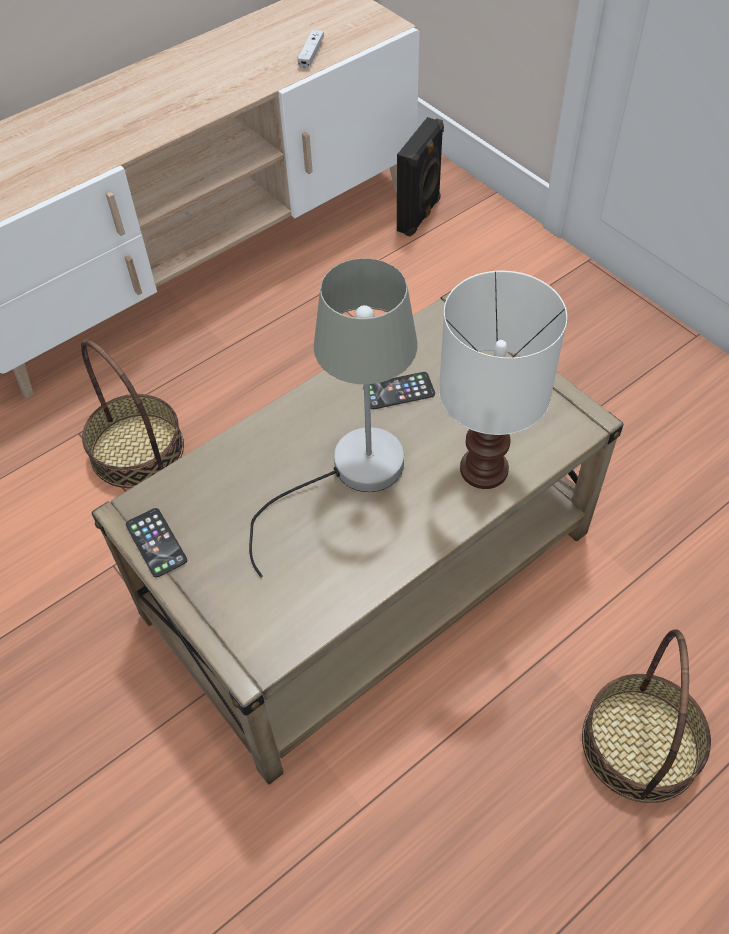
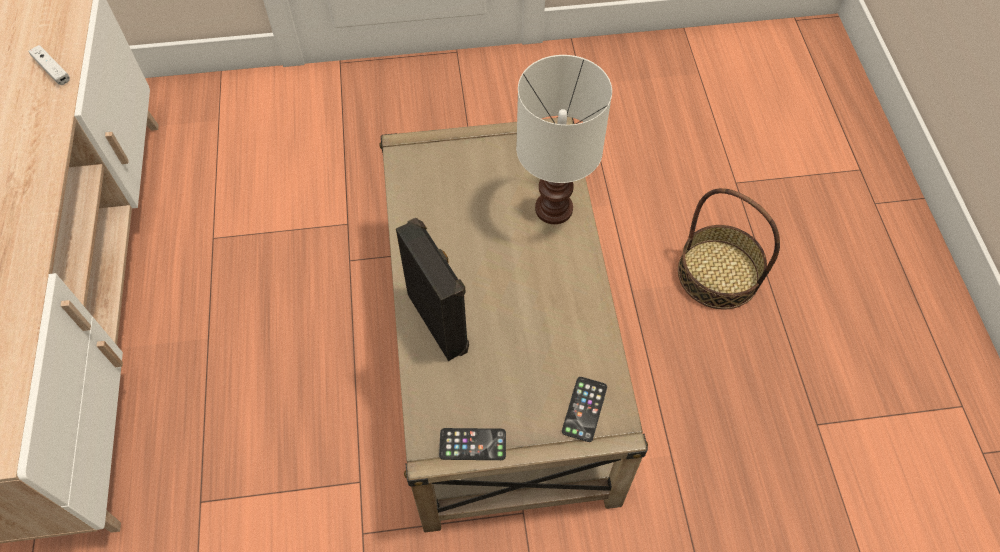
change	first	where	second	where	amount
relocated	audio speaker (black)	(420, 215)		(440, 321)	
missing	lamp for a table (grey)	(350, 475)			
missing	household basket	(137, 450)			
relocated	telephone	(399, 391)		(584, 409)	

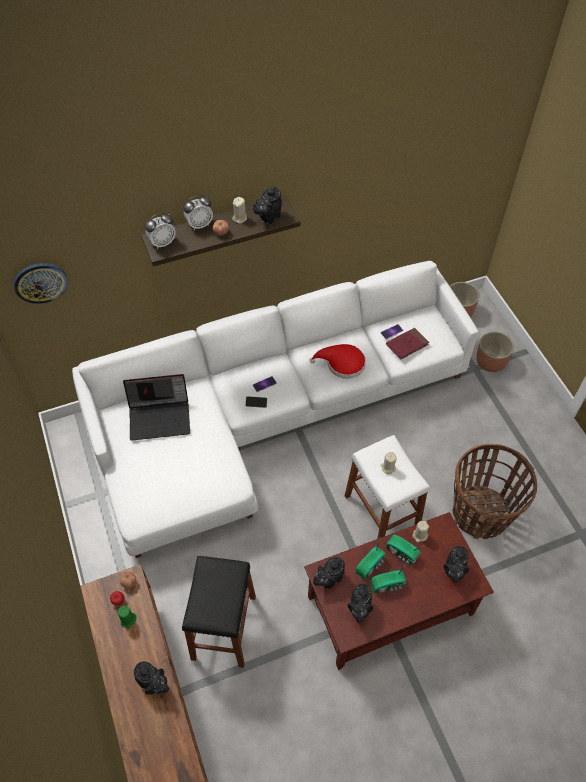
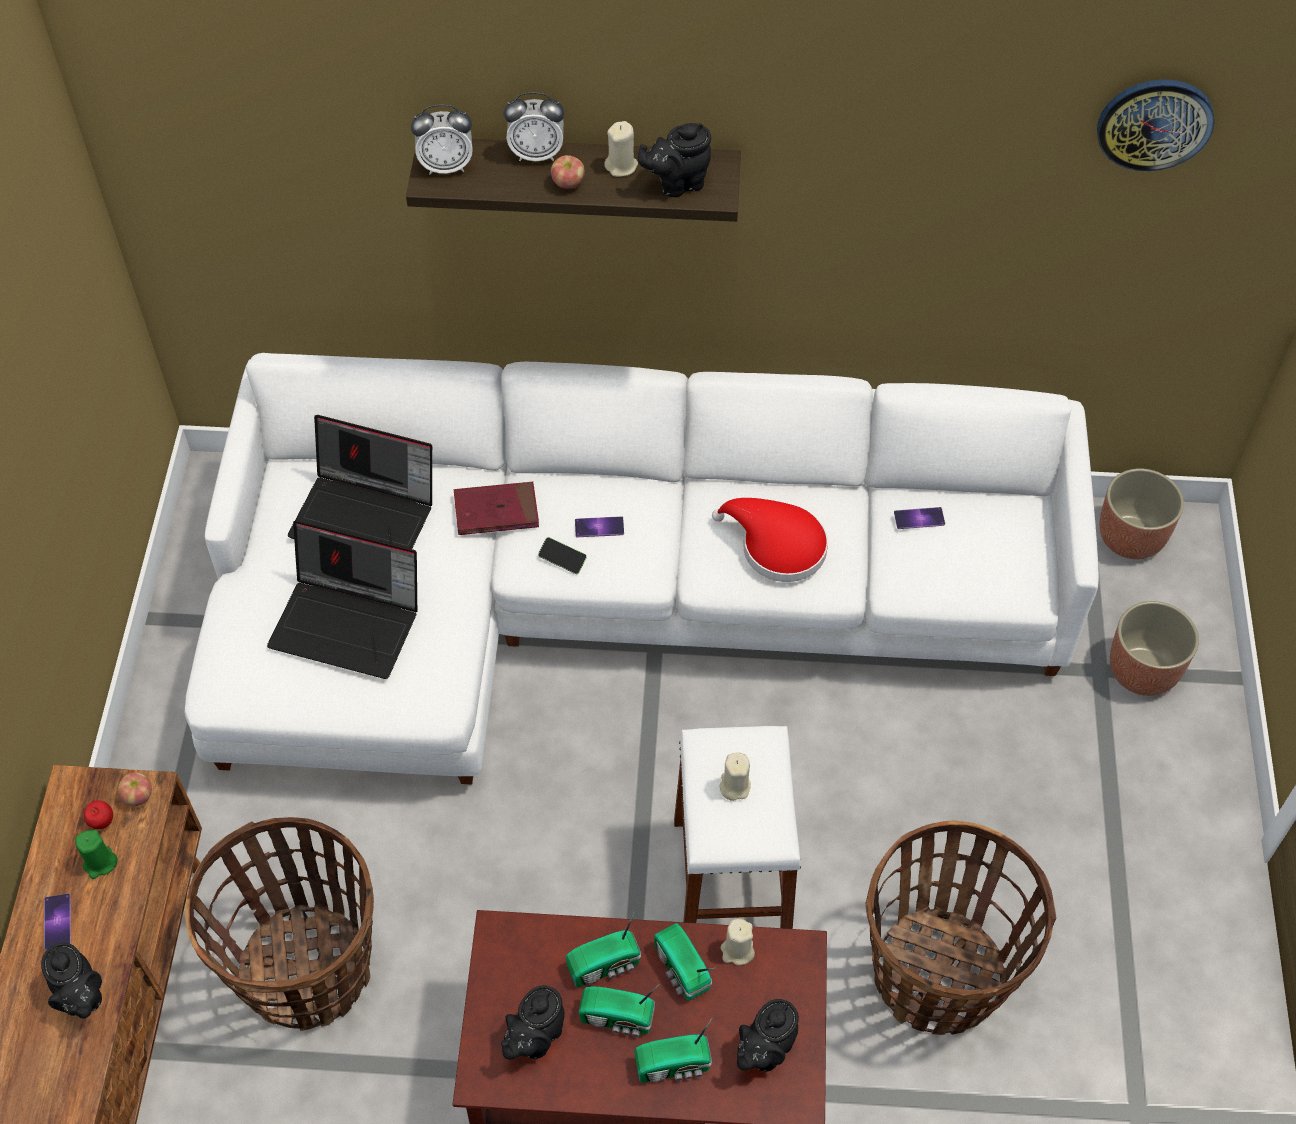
change	first	where	second	where	amount
relocated	wall clock	(40, 282)		(1154, 123)	
relocated	bound book (red)	(407, 345)		(496, 511)	
exchanged	sitting stool (black)	(224, 627)	household basket	(307, 969)	
missing	tea pot (black)	(329, 579)			
appeared			portable computer	(349, 622)	
appeared			telephone	(57, 921)	
appeared			radio	(675, 1065)	

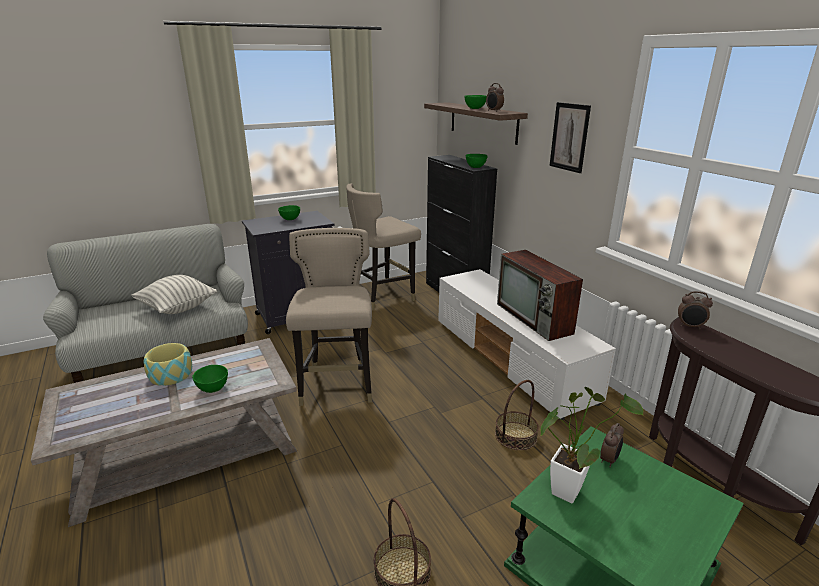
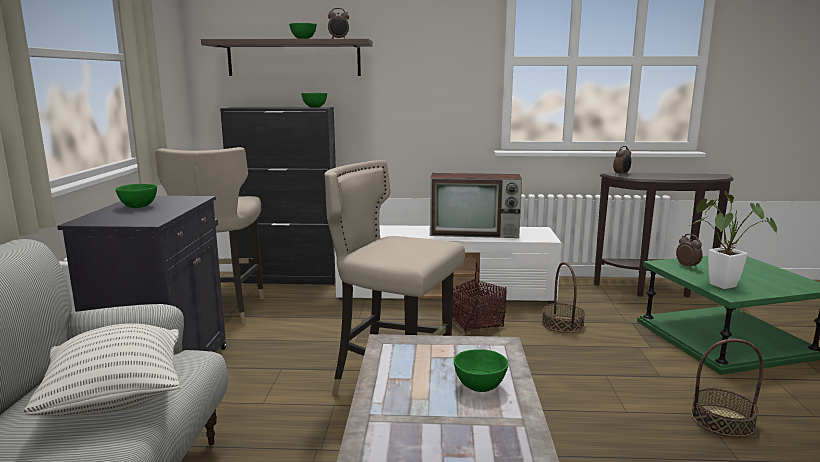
change	first	where	second	where	amount
missing	wall picture	(569, 137)			
missing	serving bowl	(170, 375)			
appeared			household basket	(475, 322)	

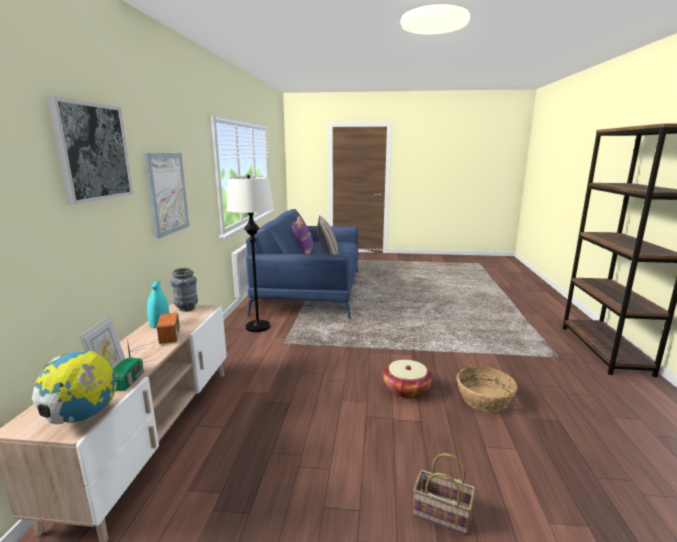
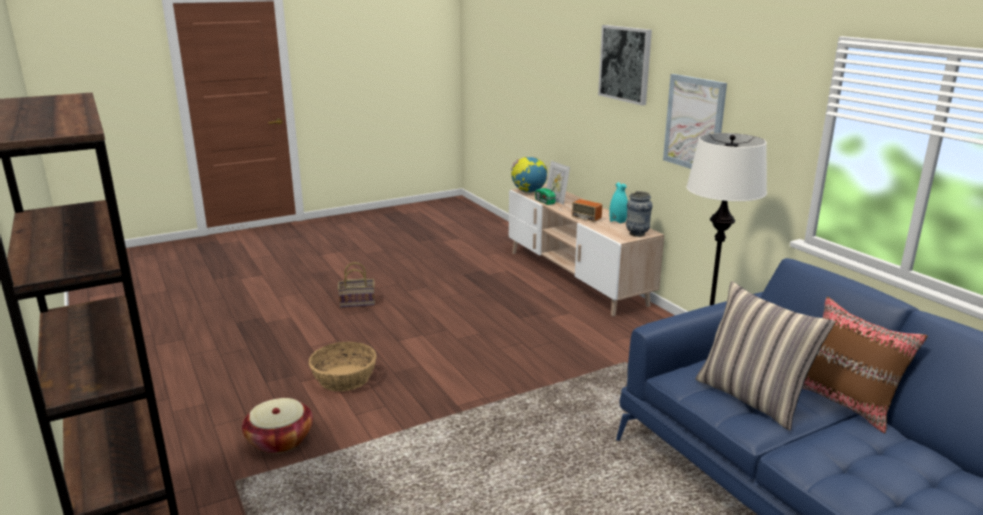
change	first	where	second	where	amount
colour	cushion (purplish)	(303, 253)	cushion (brownish)	(846, 403)	
relocated	household basket	(406, 389)		(280, 440)	

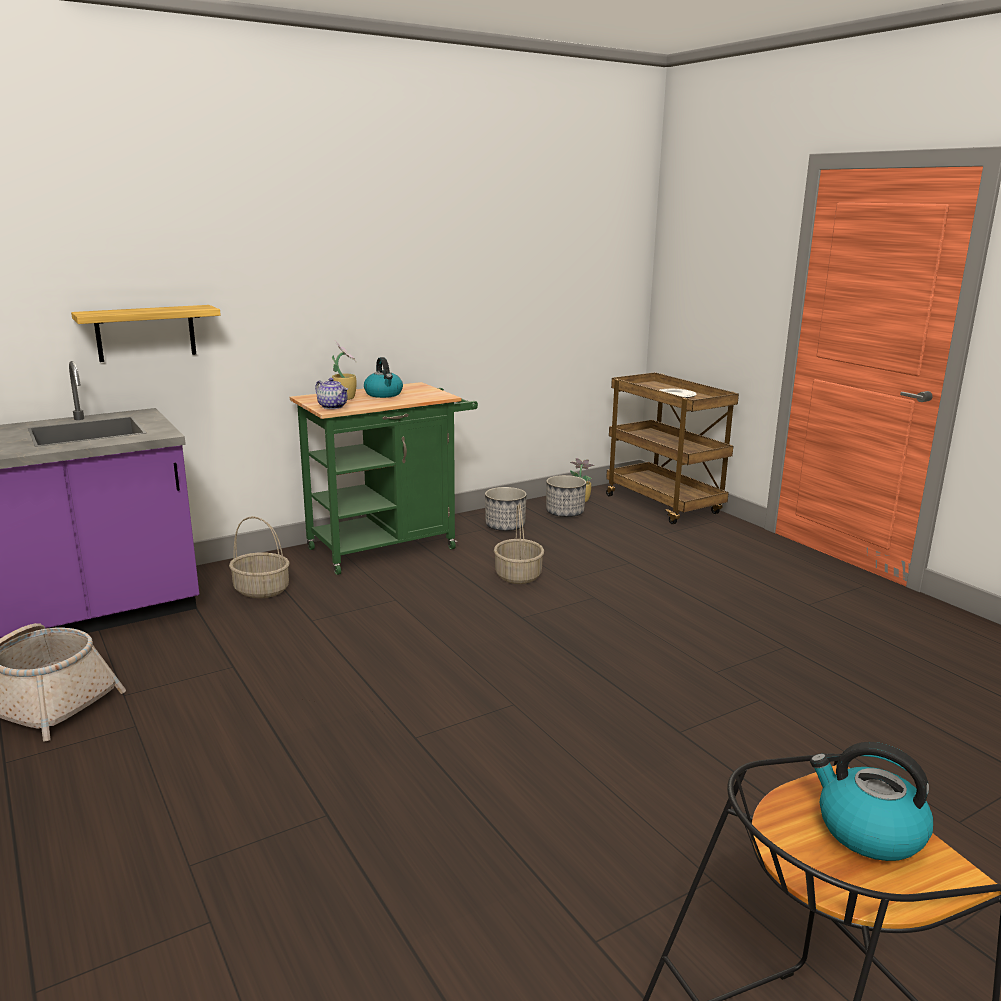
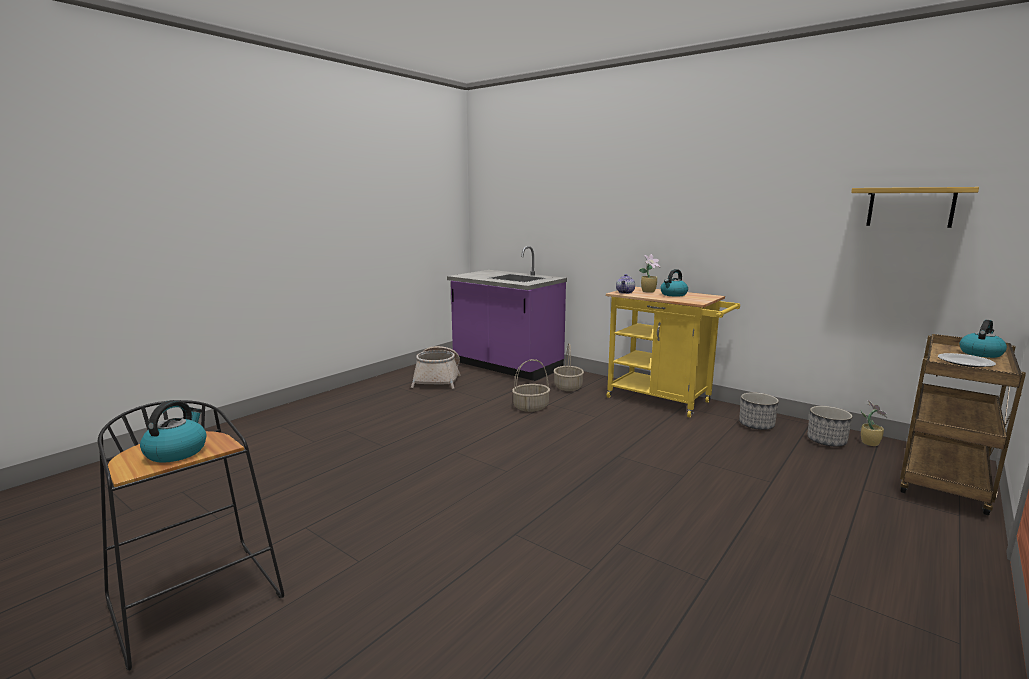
change	first	where	second	where	amount
relocated	bracket shelf	(146, 333)		(910, 207)	
colour	cart (green)	(390, 546)	cart (yellowish)	(664, 401)	
relocated	household basket	(519, 576)		(530, 407)	
appeared			tea kettle	(980, 353)	

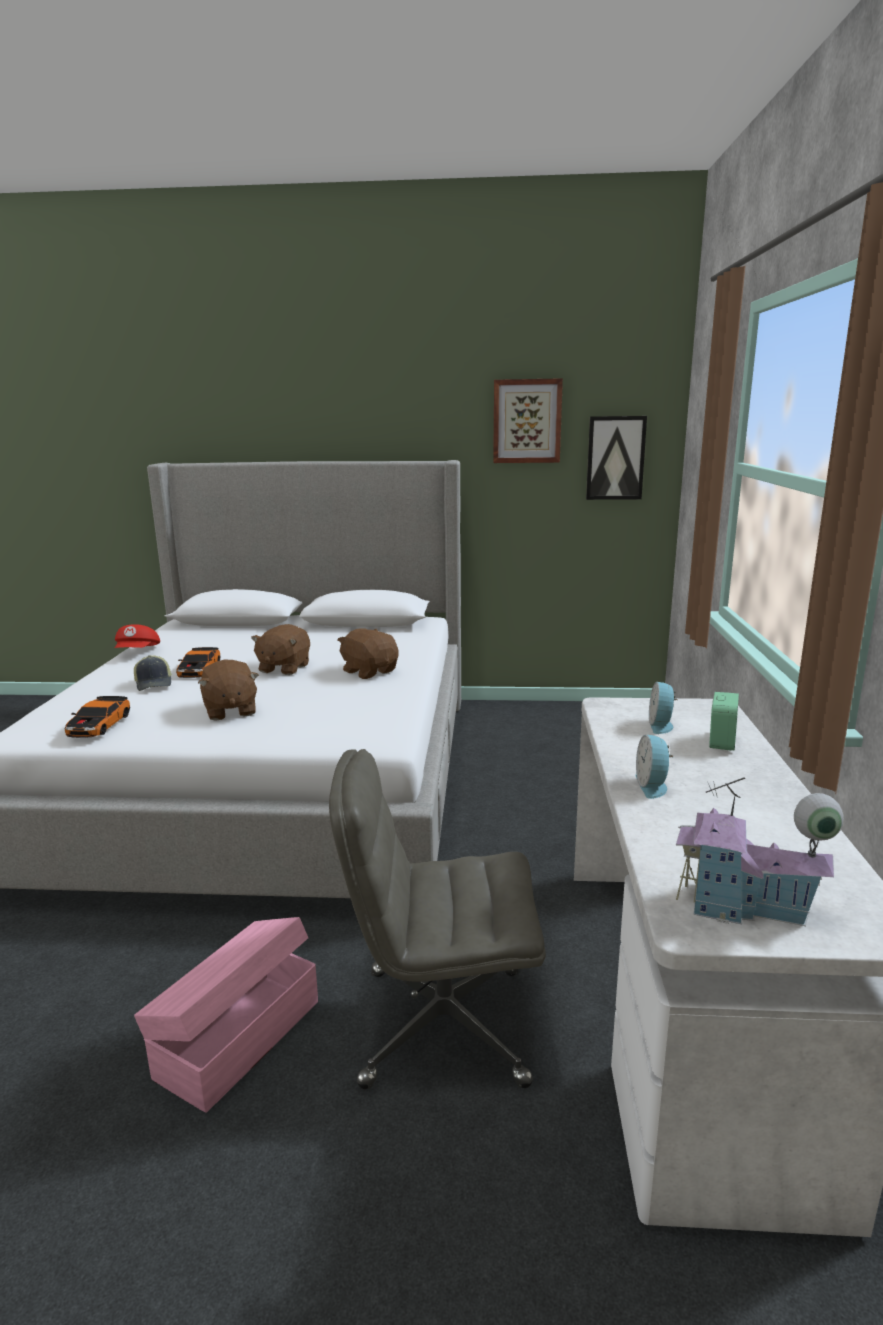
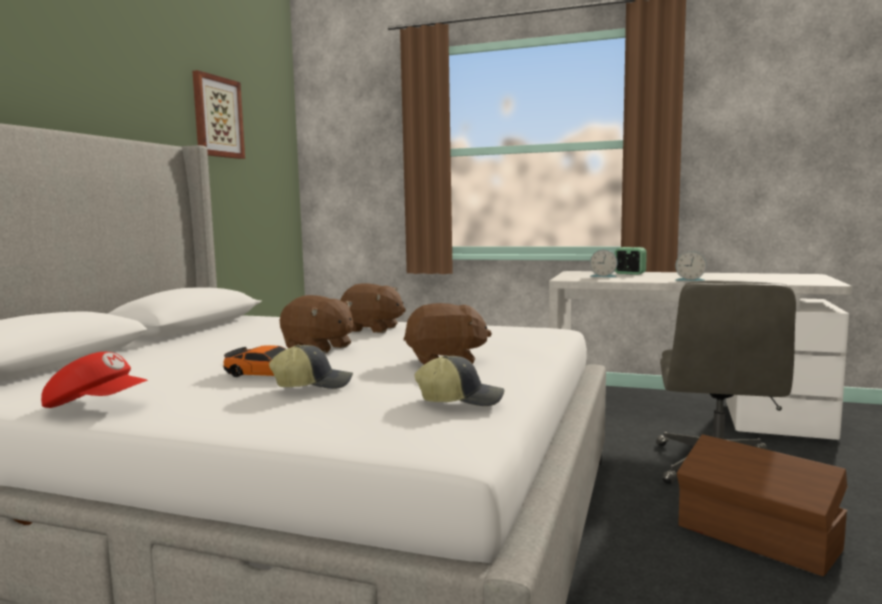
change	first	where	second	where	amount
missing	wall picture	(615, 458)			
spun	plush toy (brownish)	(369, 671)		(372, 329)	135 degrees counterclockwise
exchanged	toy car	(99, 725)	baseball cap	(461, 399)	
missing	miniature house	(746, 907)			
colour	storage box (pinkish)	(236, 1038)	storage box (brownish)	(758, 539)	

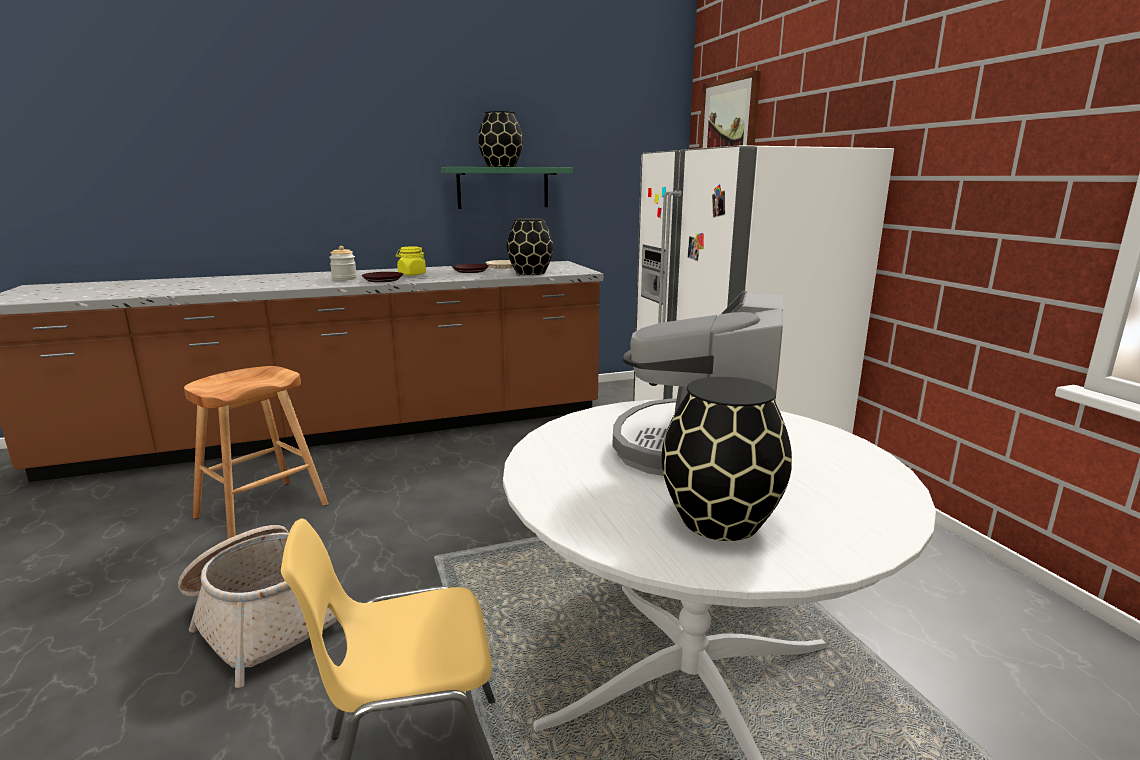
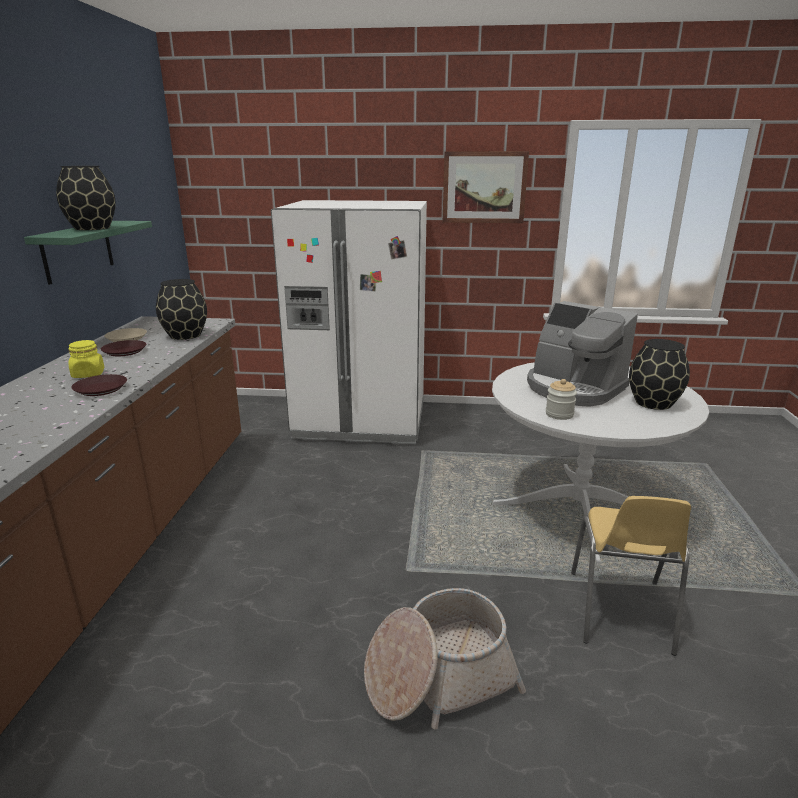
change	first	where	second	where	amount
relocated	wall picture	(729, 119)		(484, 187)	
relocated	jar	(344, 279)		(559, 414)	
missing	sitting stool (brownish)	(261, 511)			

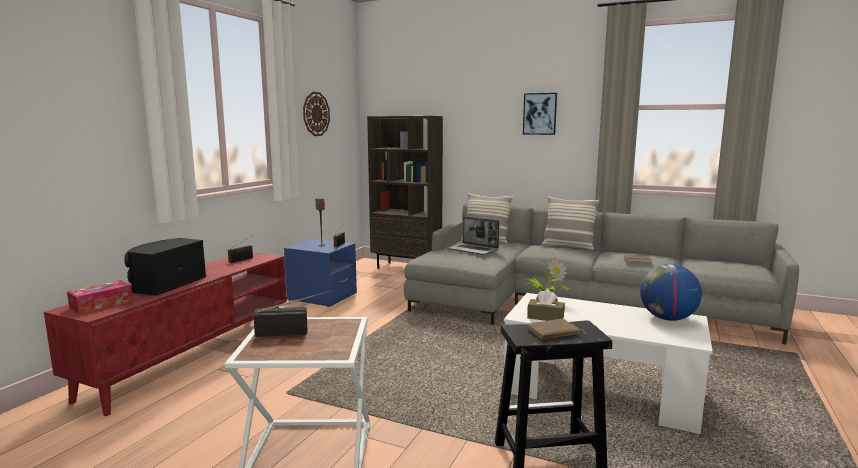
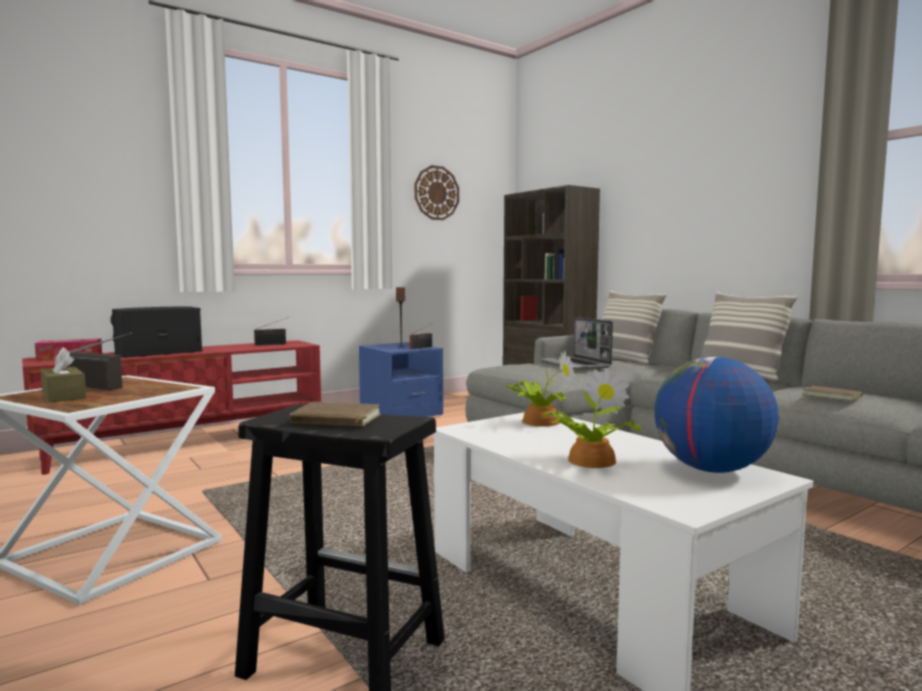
change	first	where	second	where	amount
missing	wall picture	(540, 114)			
relocated	box of tissues (brownish)	(545, 317)		(64, 396)	
appeared			houseplant	(588, 460)	

